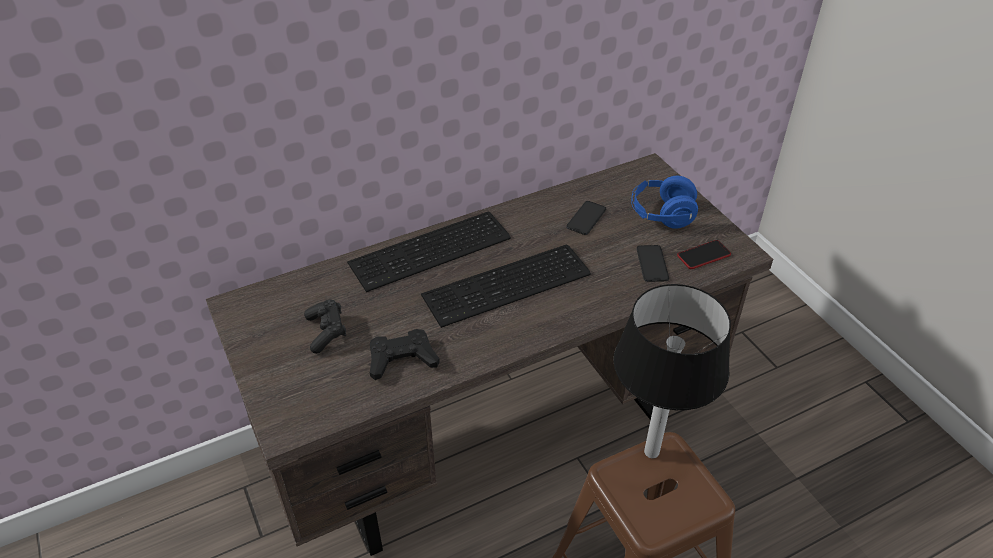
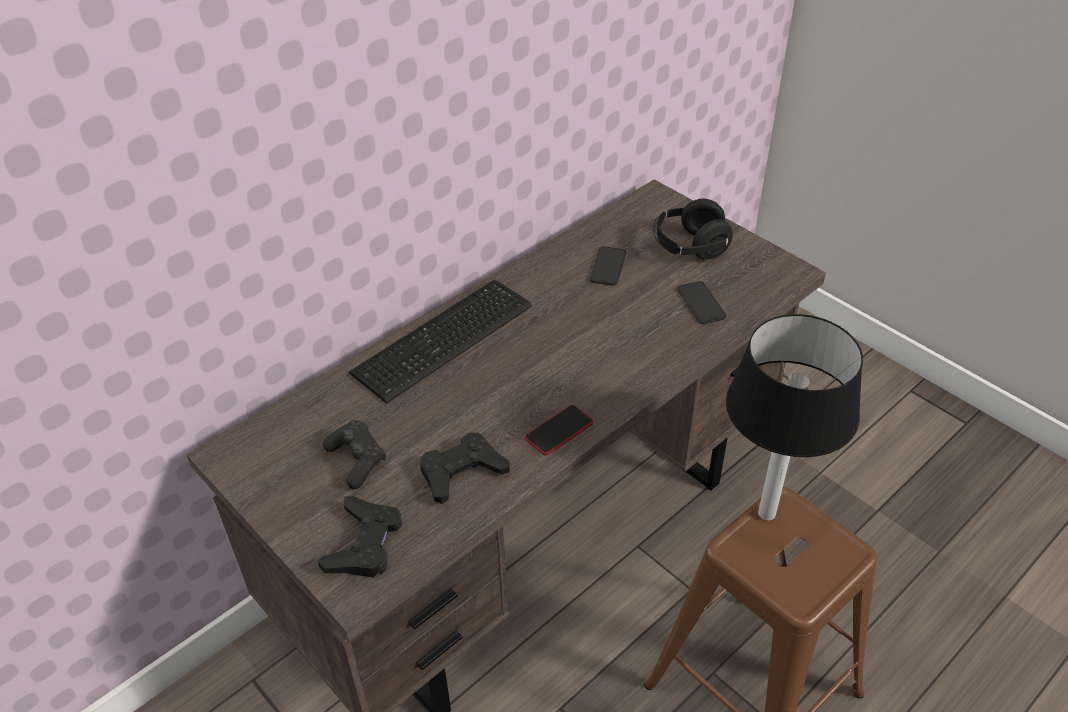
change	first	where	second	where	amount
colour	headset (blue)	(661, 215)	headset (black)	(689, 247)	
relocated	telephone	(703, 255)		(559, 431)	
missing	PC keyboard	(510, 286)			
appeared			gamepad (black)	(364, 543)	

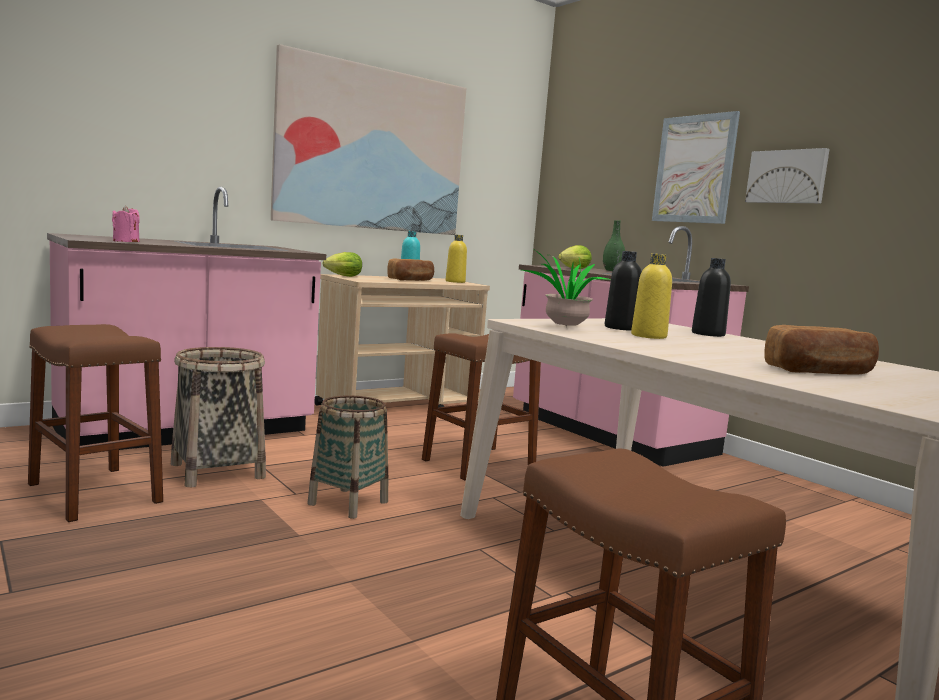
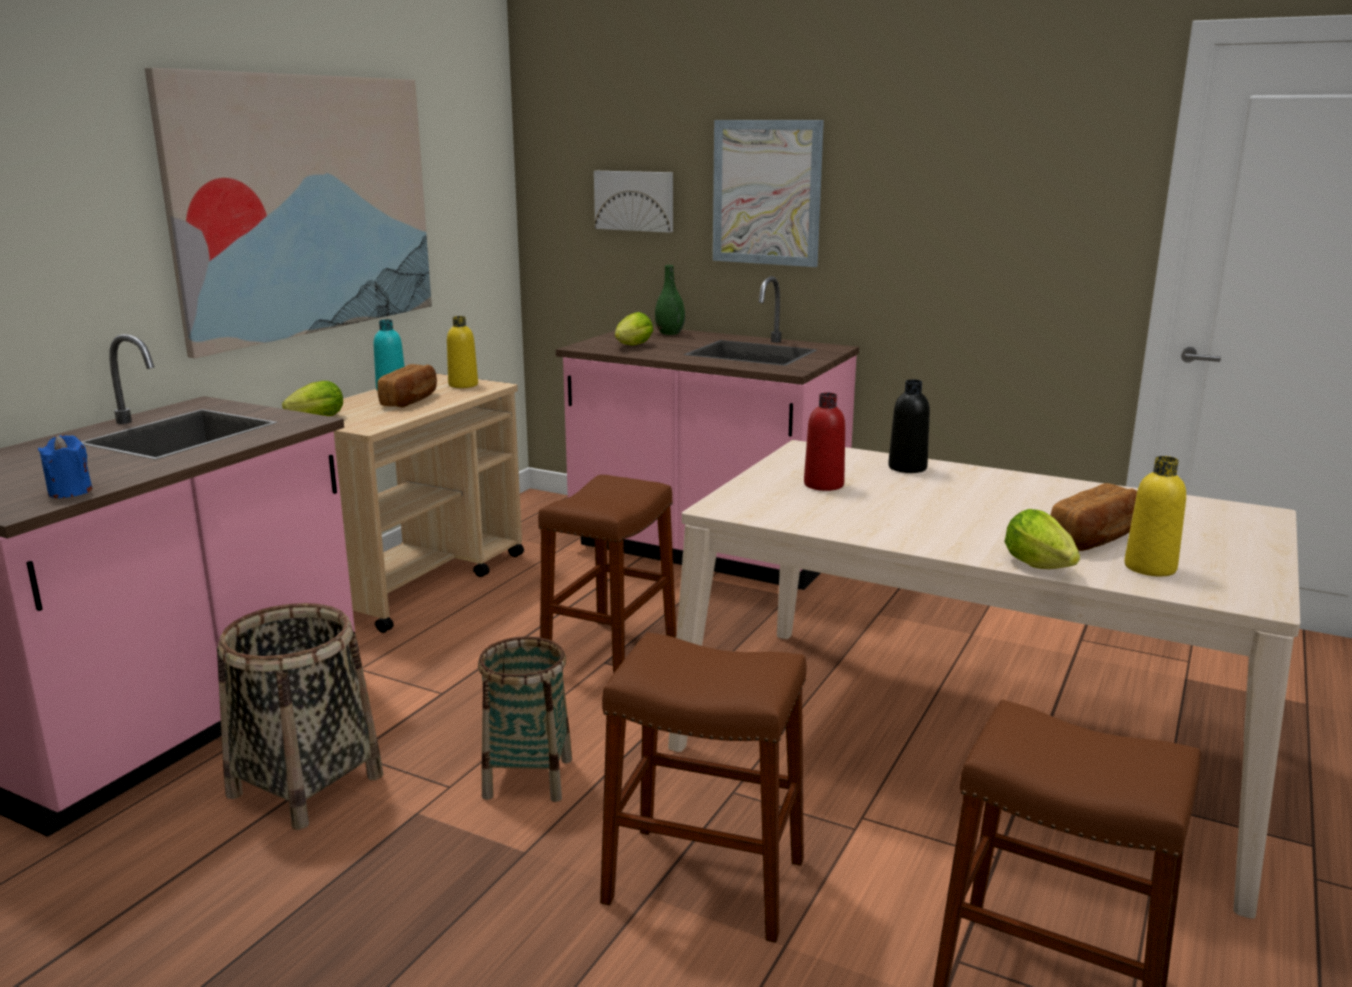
change	first	where	second	where	amount
relocated	wall picture	(787, 177)		(635, 200)	
colour	wax light (pinkish)	(126, 241)	wax light (blue)	(70, 492)	
missing	houseplant	(563, 327)			
colour	beverage bottle (black)	(620, 328)	beverage bottle (red)	(823, 485)	
relocated	beverage bottle (yellowish)	(648, 336)		(1150, 568)	
relocated	sitting stool (brownish)	(94, 493)		(704, 880)	
appeared			head of lettuce	(1042, 568)	

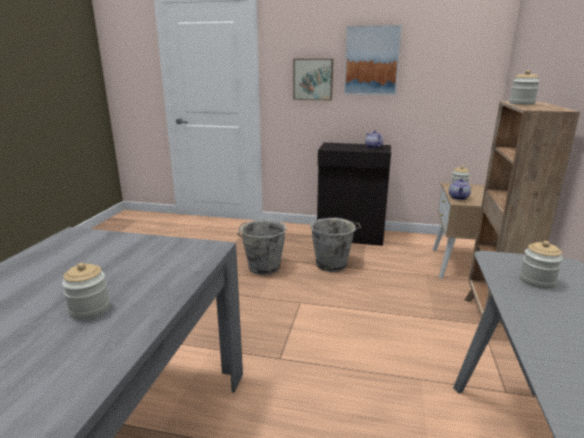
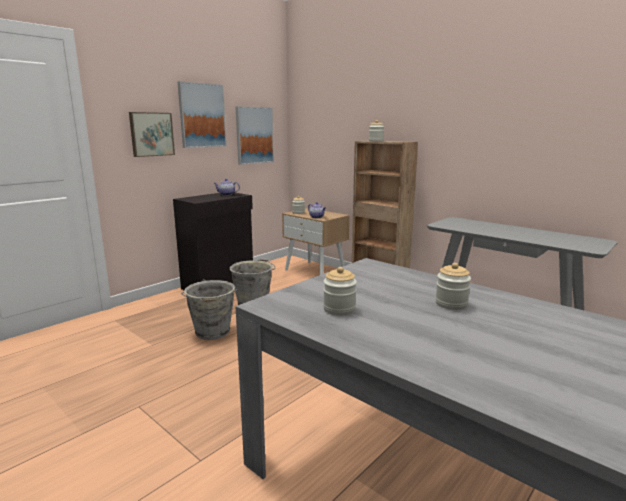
change	first	where	second	where	amount
relocated	jar	(537, 281)		(339, 309)	
appeared			wall picture	(254, 135)	

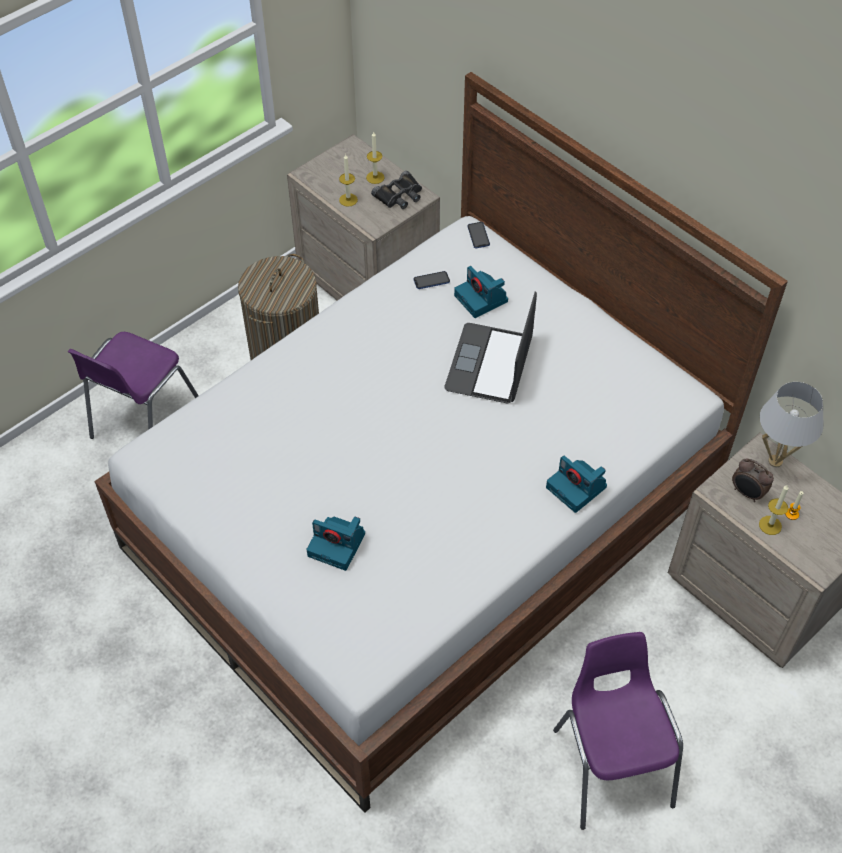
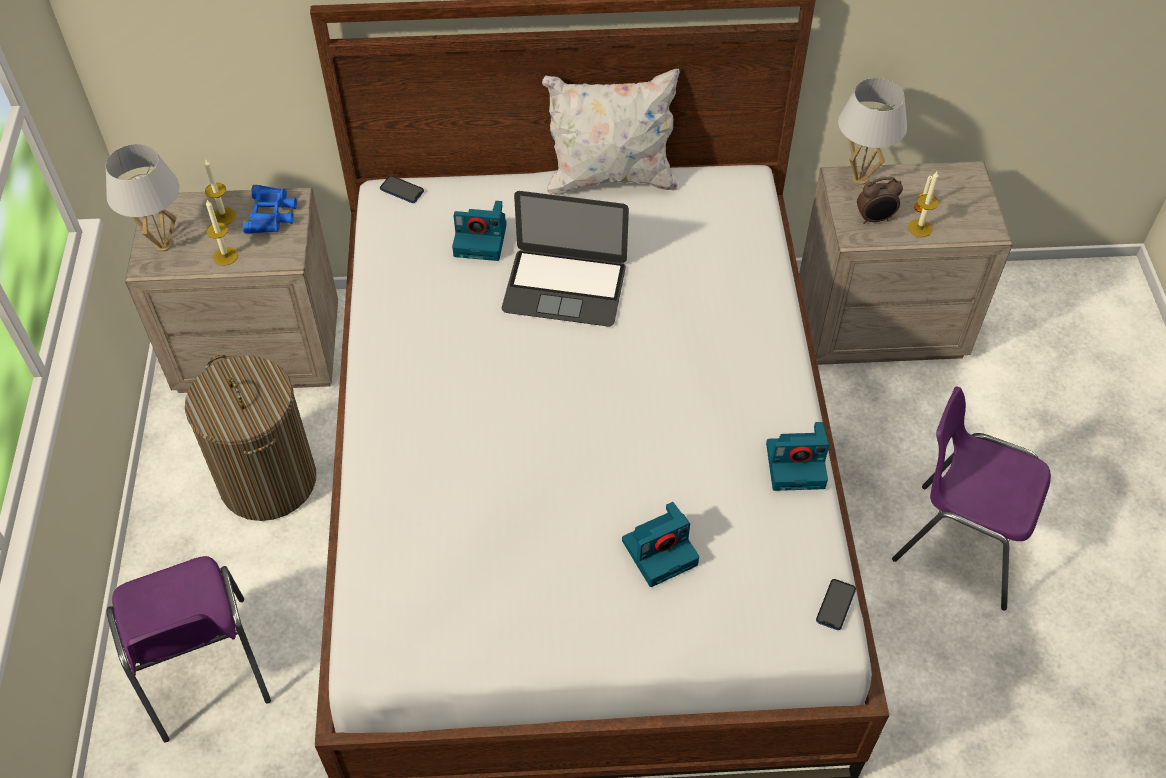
change	first	where	second	where	amount
colour	field glasses (black)	(399, 195)	field glasses (blue)	(271, 214)	
relocated	telephone	(431, 281)		(835, 605)	
spun	portable computer	(489, 364)		(565, 287)	45 degrees counterclockwise
relocated	photo camera	(577, 488)		(797, 464)	
appeared			cushion (whitish)	(610, 178)	
appeared			lamp for a table (whitish)	(164, 246)	

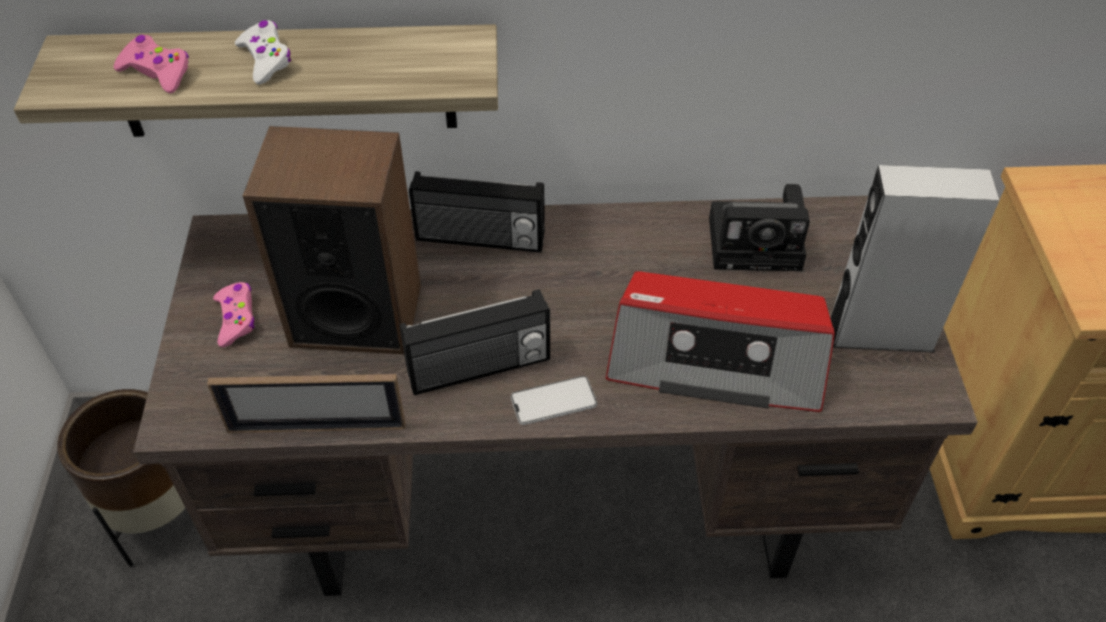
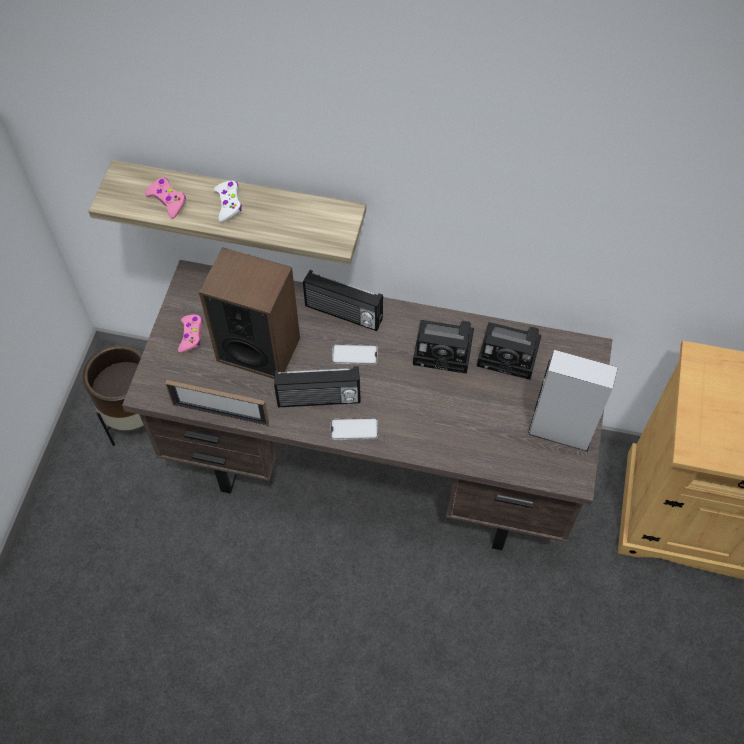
change	first	where	second	where	amount
missing	radio	(716, 359)			
appeared			photo camera	(446, 350)	
appeared			telephone	(354, 355)	

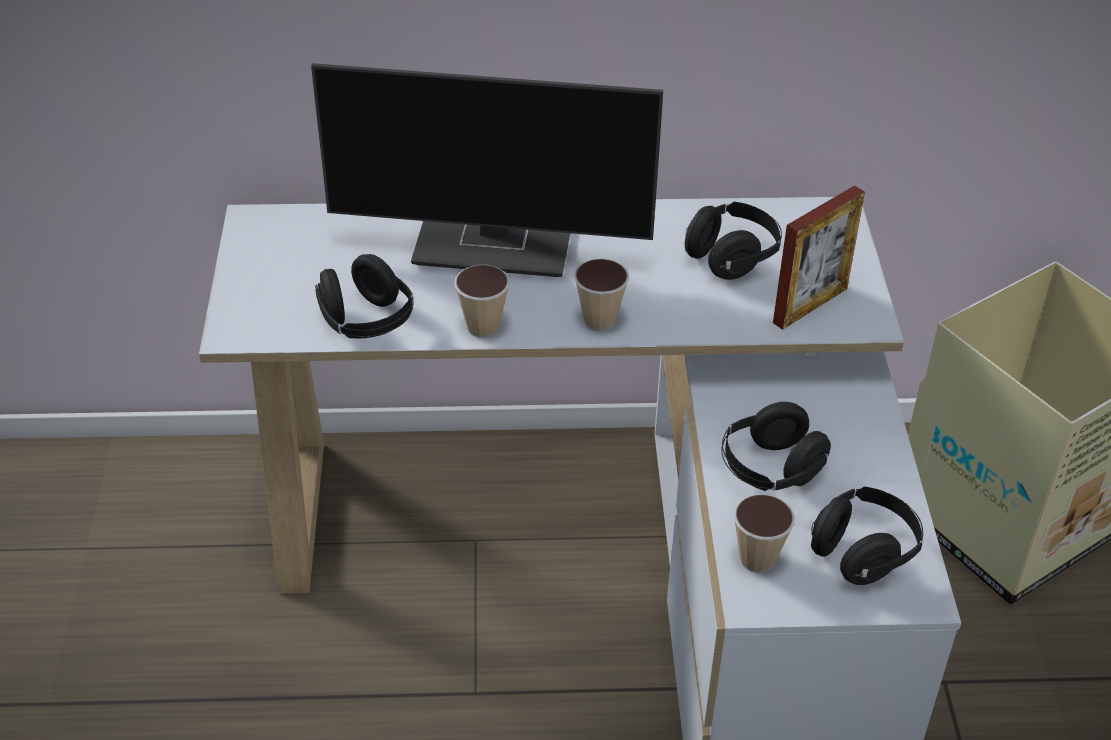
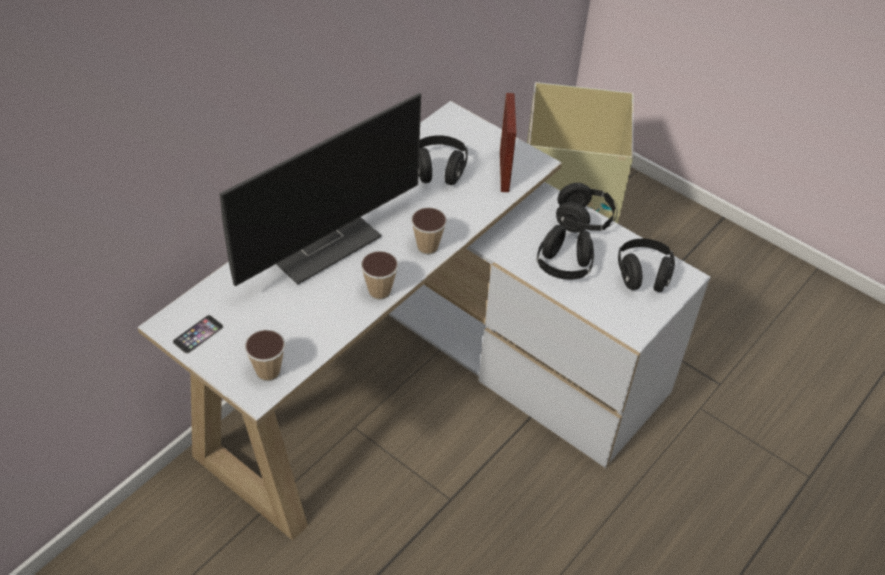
change	first	where	second	where	amount
relocated	headset (black)	(366, 322)		(584, 221)	
relocated	cup	(757, 559)		(268, 372)	
appeared			telephone	(198, 334)	

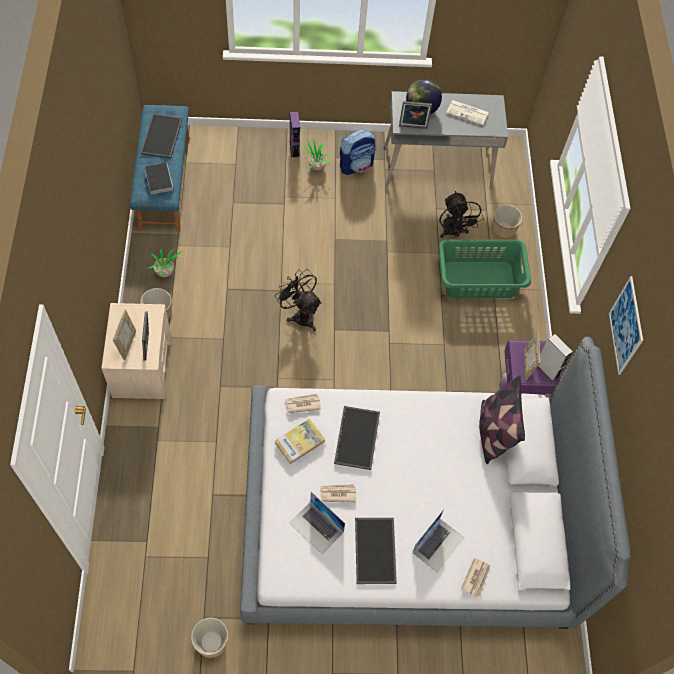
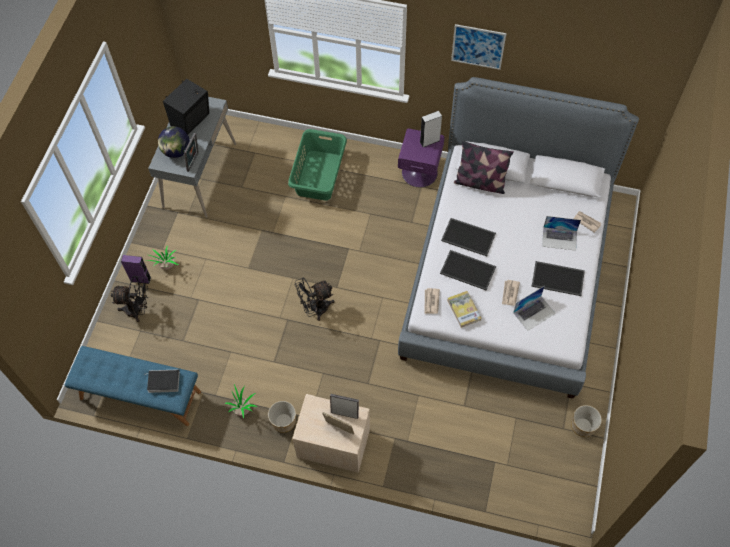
change	first	where	second	where	amount
exchanged	printed paper	(468, 113)	audio speaker (black)	(192, 120)	
relocated	tray	(162, 136)		(469, 236)	
missing	backpack	(356, 165)			
relocated	electric fan (black)	(453, 233)		(138, 310)	
missing	plant pot	(503, 229)			
missing	standing frame	(527, 365)			
spun	portable computer	(438, 545)		(559, 238)	135 degrees clockwise

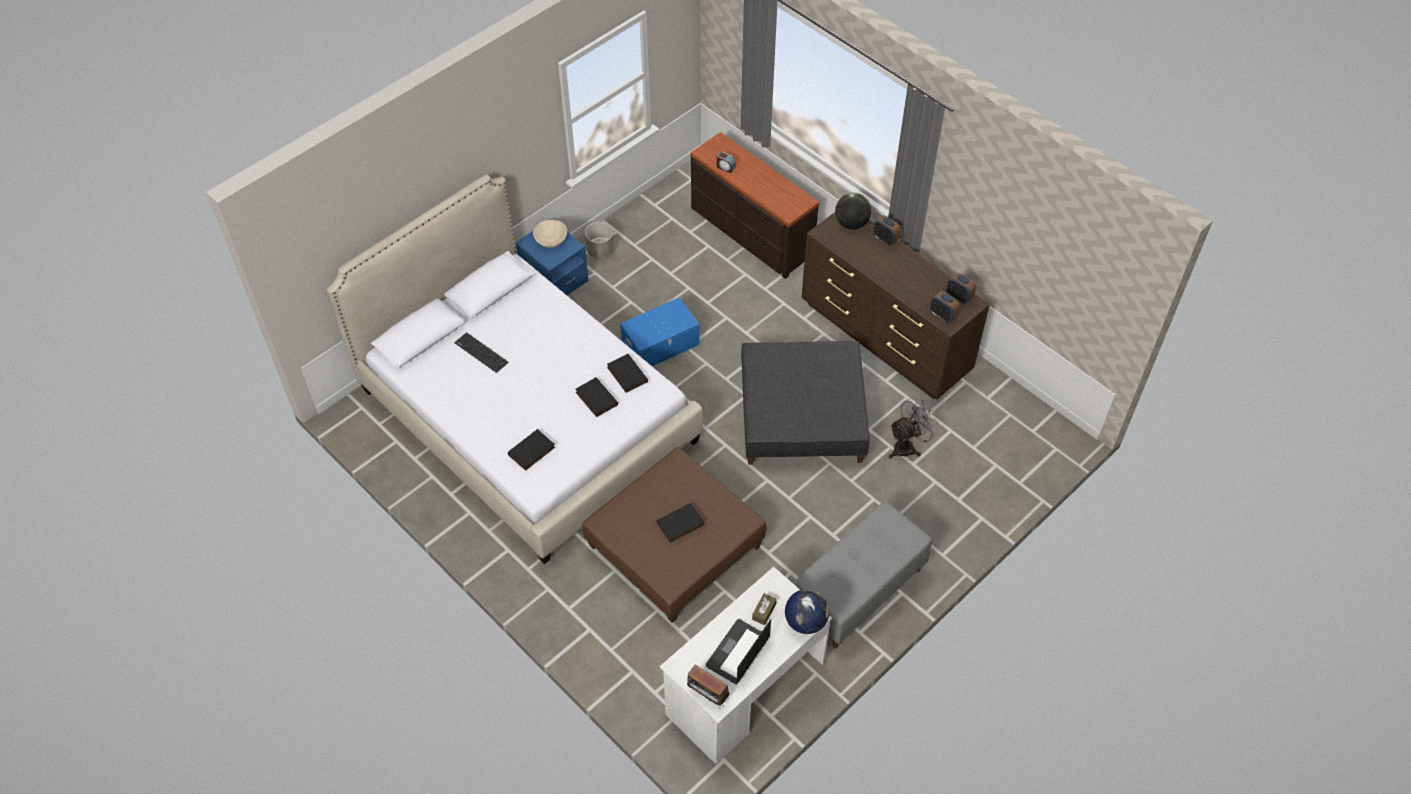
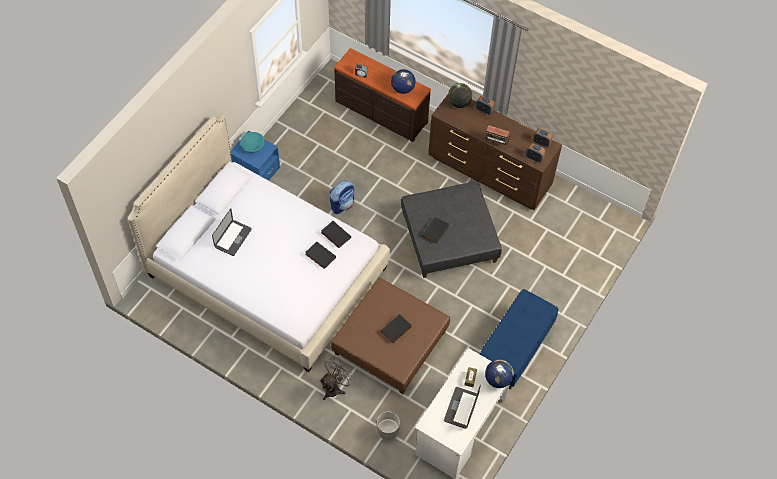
change	first	where	second	where	amount
colour	serving bowl (sand-coloured)	(551, 239)	serving bowl (turquoise)	(253, 145)	
relocated	plant pot (grey)	(600, 250)		(387, 430)	
exchanged	storage box (blue)	(661, 344)	backpack	(342, 204)	
exchanged	PC keyboard	(481, 353)	portable computer	(233, 238)	
relocated	electric fan (grey)	(907, 446)		(335, 388)	
relocated	bound book (black)	(532, 452)		(436, 231)	
colour	long seat (grey)	(858, 591)	long seat (blue)	(515, 349)	
relocated	radio	(707, 695)		(496, 143)	
appeared			desk globe	(402, 89)	

